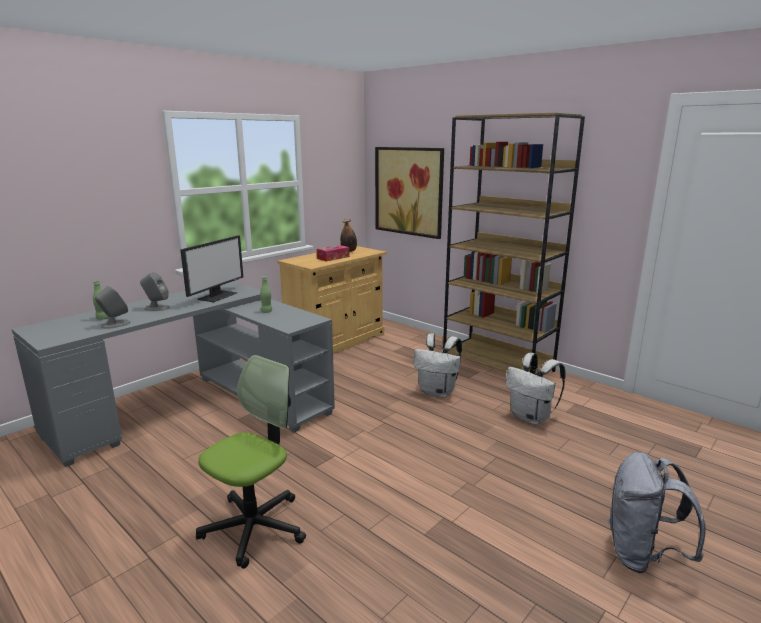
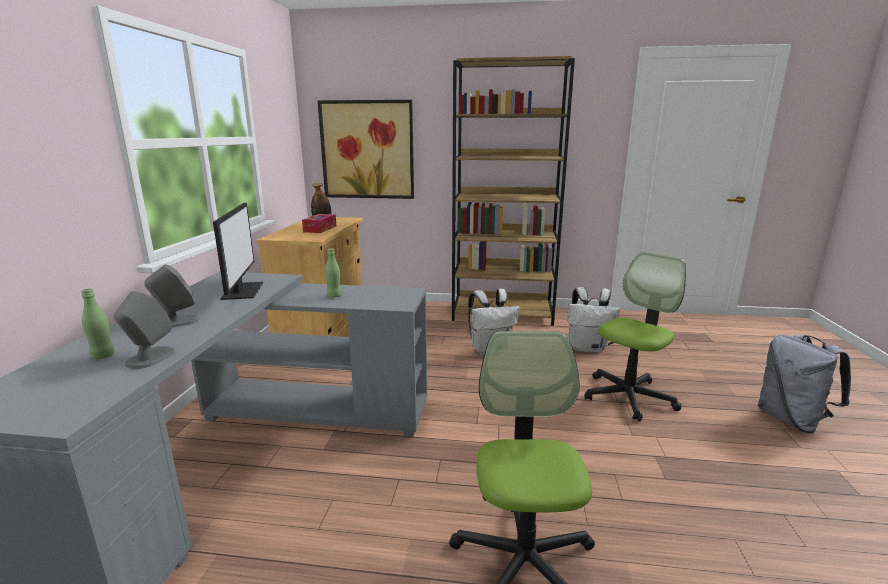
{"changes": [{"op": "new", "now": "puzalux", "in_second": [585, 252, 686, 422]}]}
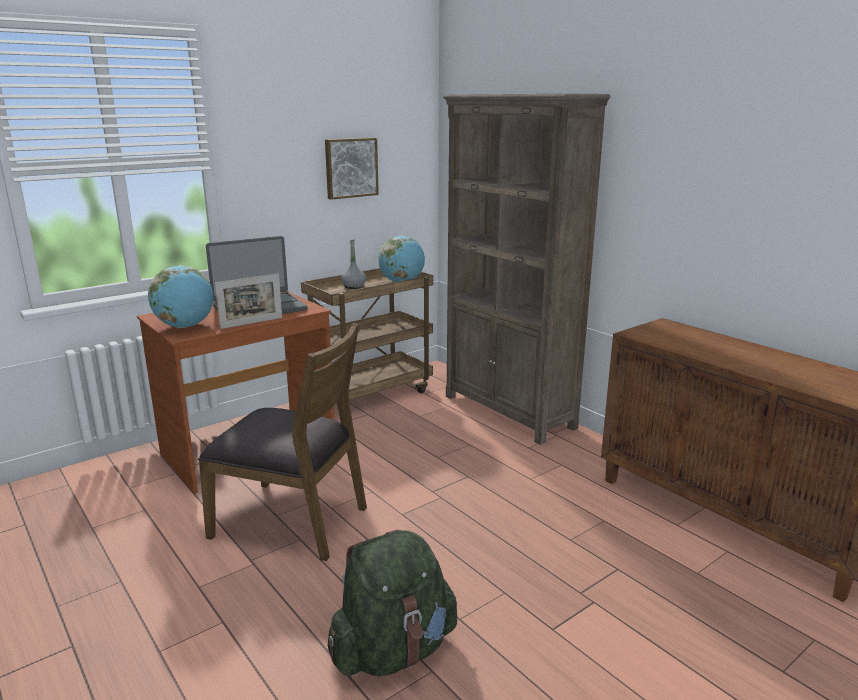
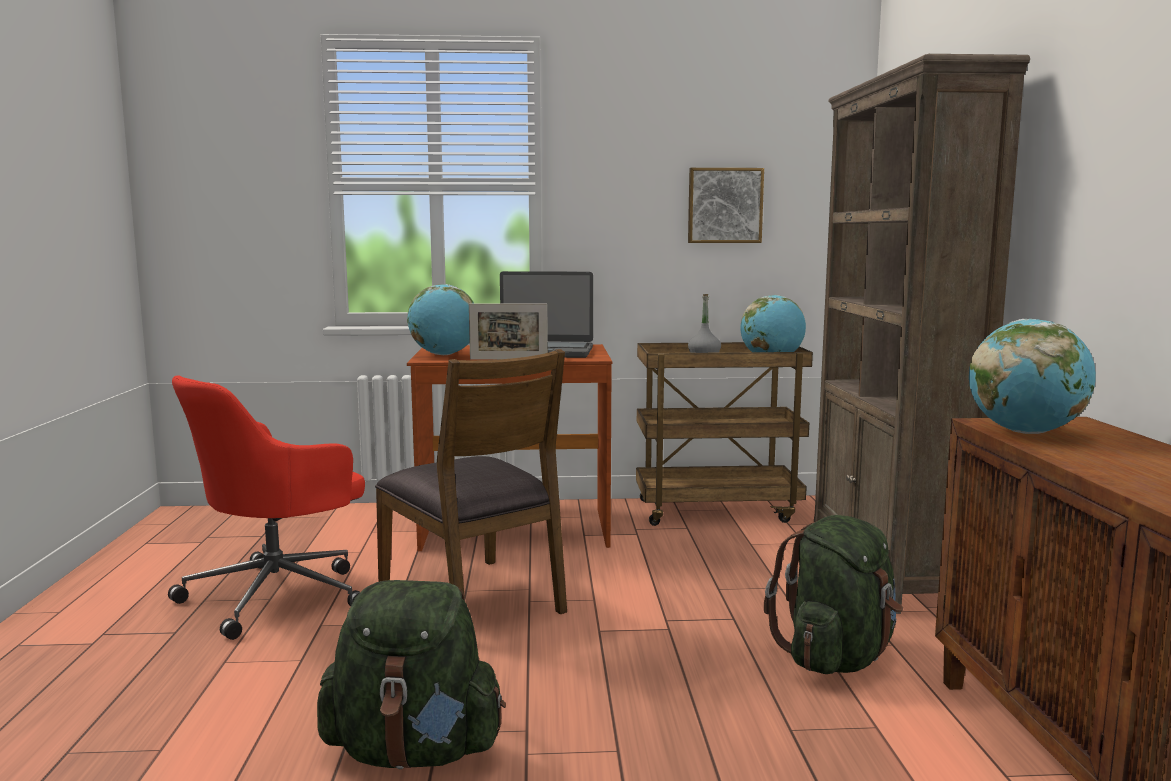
{"changes": [{"op": "new", "now": "puzalux (red)", "in_second": [168, 375, 365, 640]}, {"op": "new", "now": "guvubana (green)", "in_second": [764, 515, 903, 674]}, {"op": "new", "now": "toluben", "in_second": [969, 319, 1096, 434]}]}
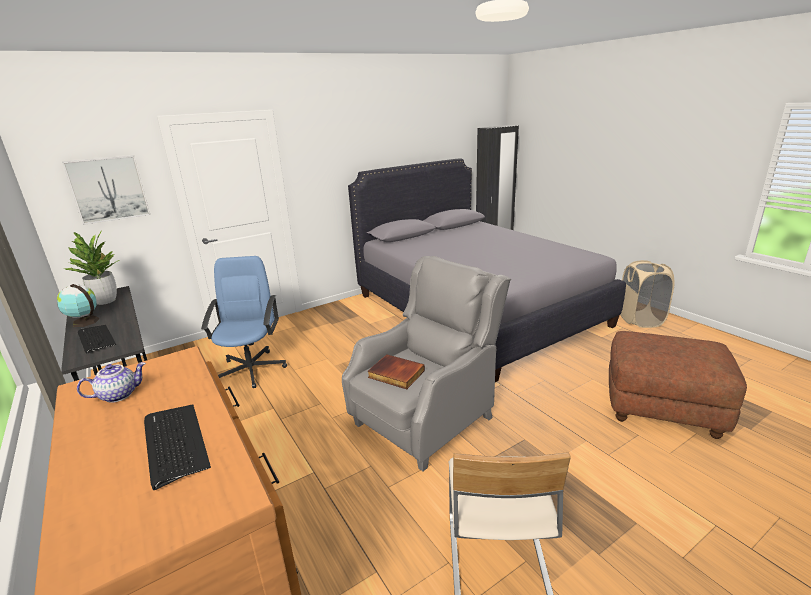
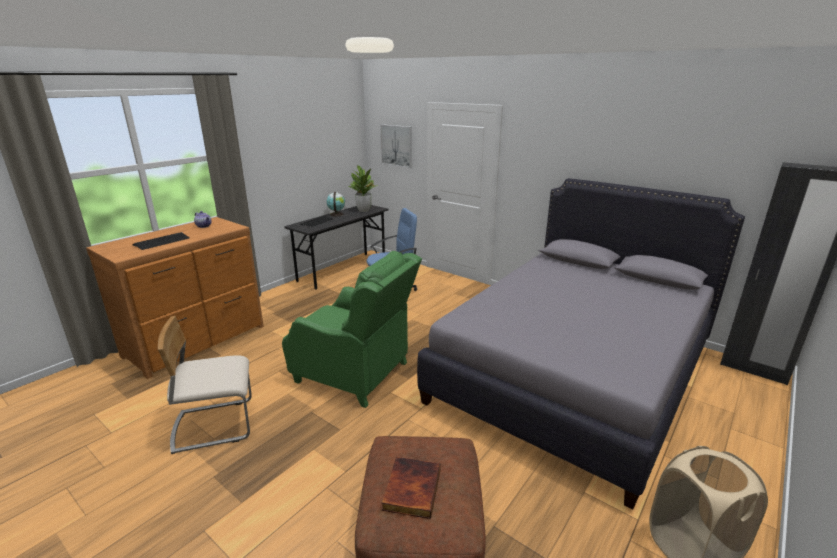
{"changes": [{"op": "repainted", "was": "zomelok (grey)", "now": "zomelok (green)", "in_first": [342, 256, 511, 471], "in_second": [282, 251, 422, 408]}, {"op": "shifted", "was": "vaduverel", "in_first": [367, 355, 425, 389], "in_second": [381, 457, 441, 519]}]}
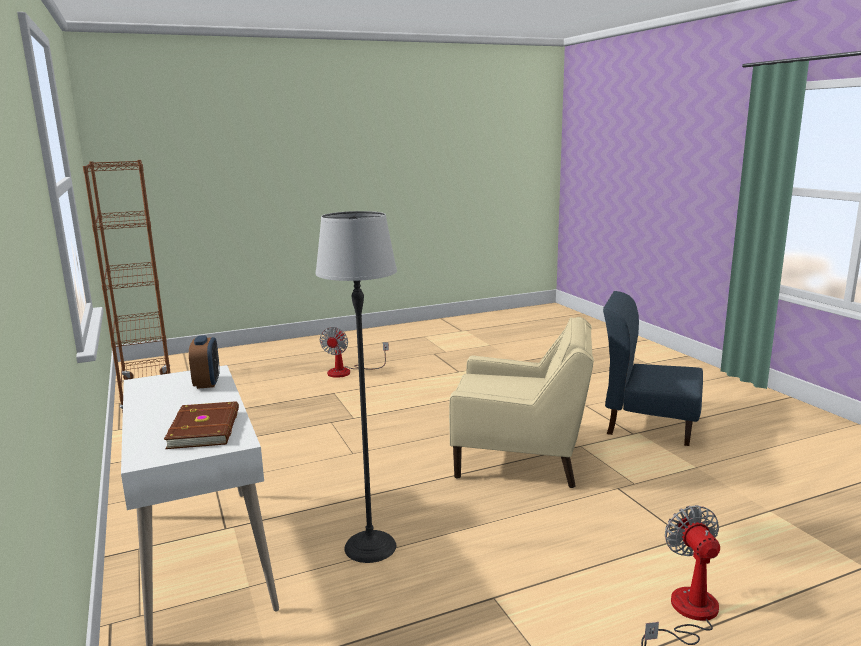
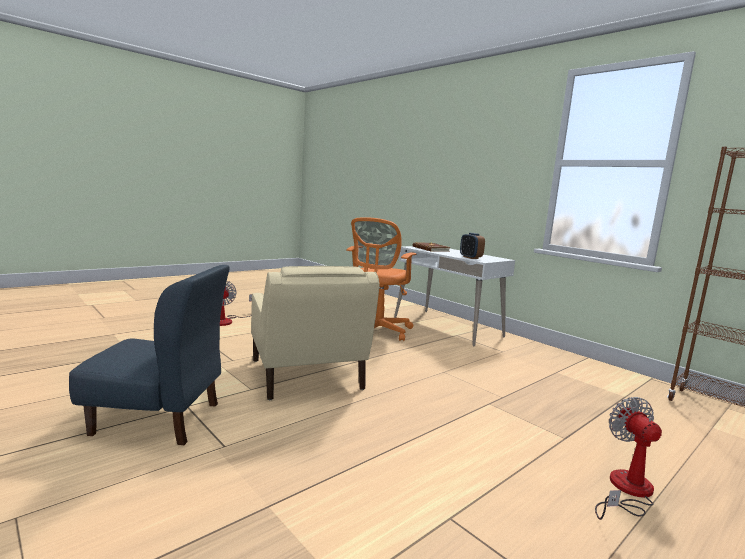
{"changes": [{"op": "swapped", "was": "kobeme", "now": "puzalux (orange)", "in_first": [316, 211, 397, 563], "in_second": [346, 217, 417, 341]}, {"op": "rotated", "was": "zomelok (beige)", "in_first": [449, 317, 594, 488], "in_second": [251, 266, 380, 400], "clockwise": -105}]}
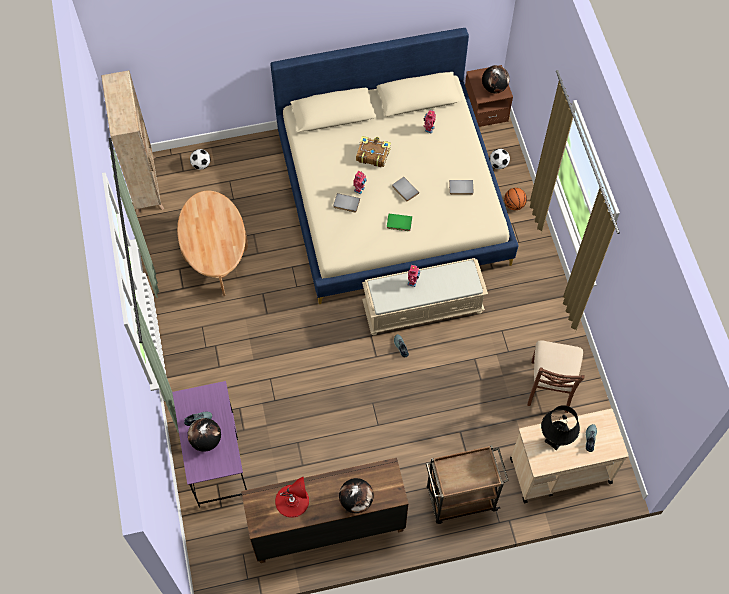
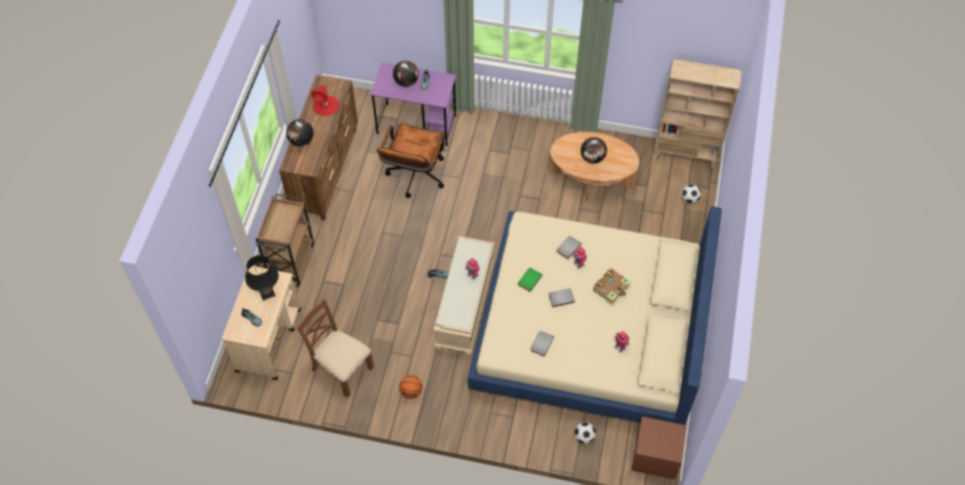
{"changes": [{"op": "shifted", "was": "toluben", "in_first": [482, 65, 510, 93], "in_second": [581, 137, 607, 163]}, {"op": "shifted", "was": "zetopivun", "in_first": [504, 188, 527, 210], "in_second": [399, 376, 422, 399]}, {"op": "new", "now": "puzalux (brown)", "in_second": [377, 123, 445, 198]}]}
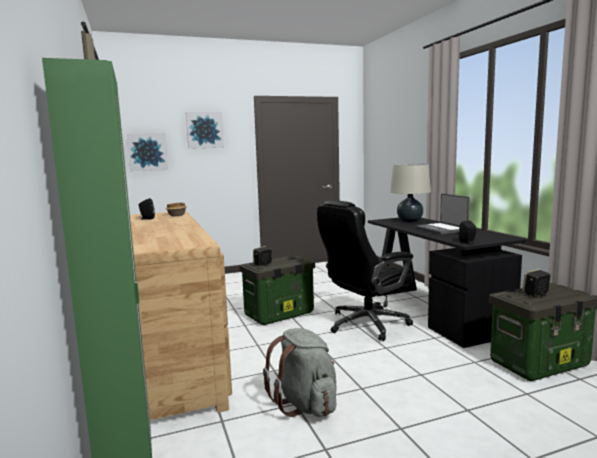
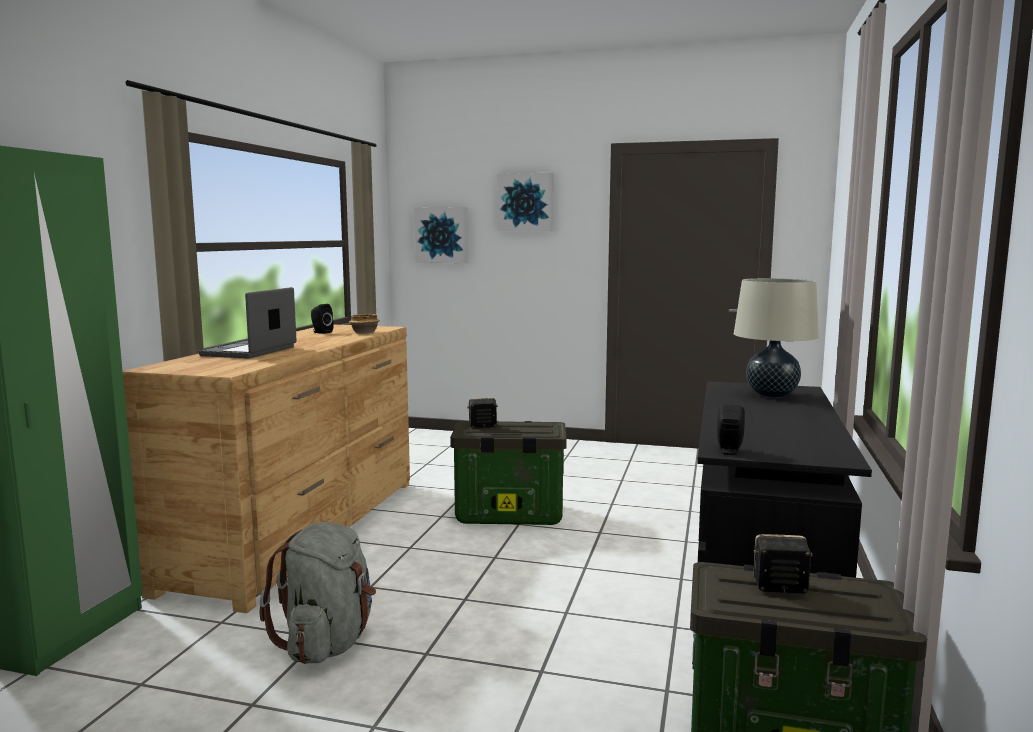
{"changes": [{"op": "gone", "was": "puzalux (black)", "in_first": [317, 200, 413, 341]}, {"op": "shifted", "was": "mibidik", "in_first": [415, 194, 470, 235], "in_second": [199, 287, 297, 359]}]}
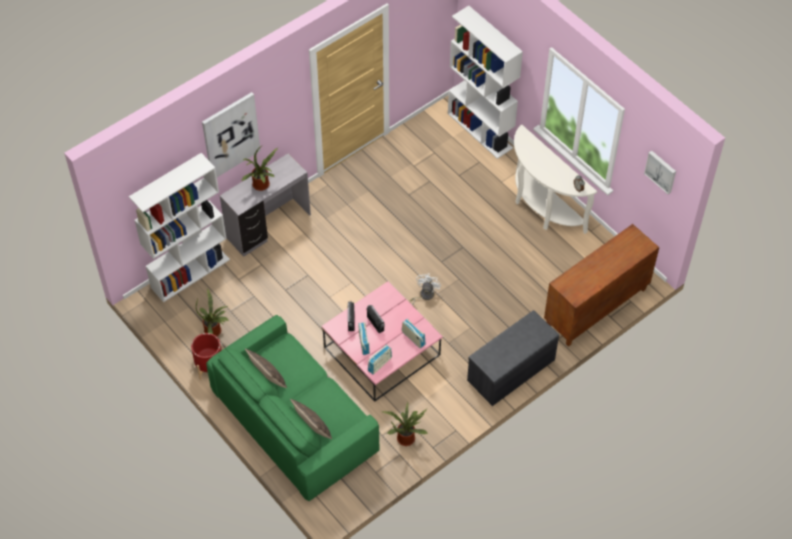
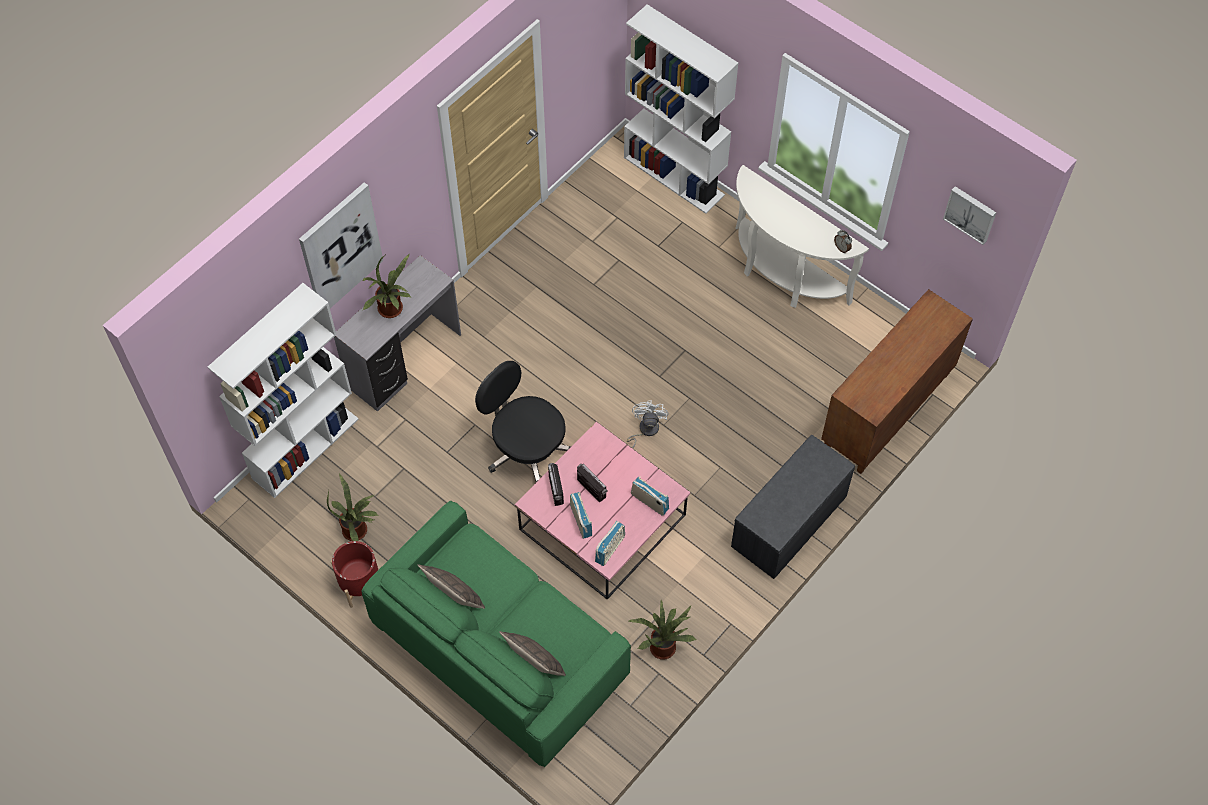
{"changes": [{"op": "new", "now": "puzalux (black)", "in_second": [475, 361, 571, 482]}]}
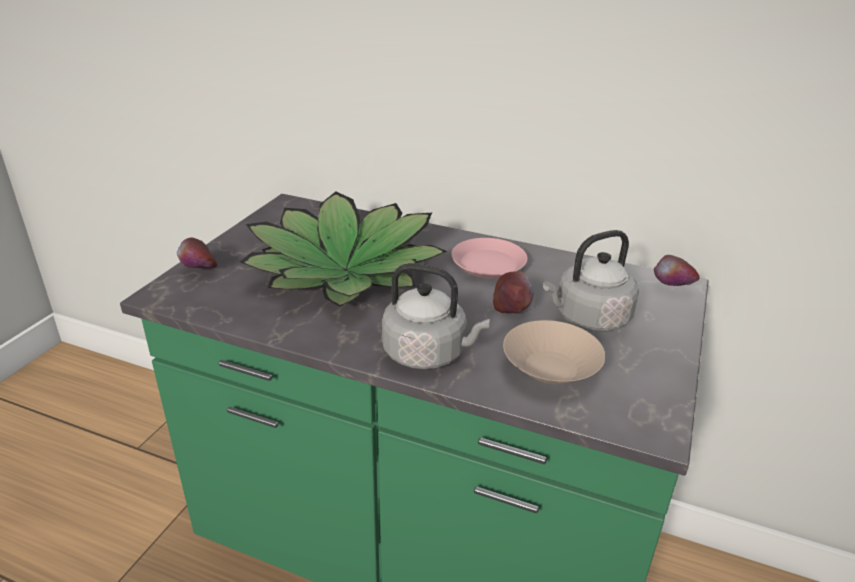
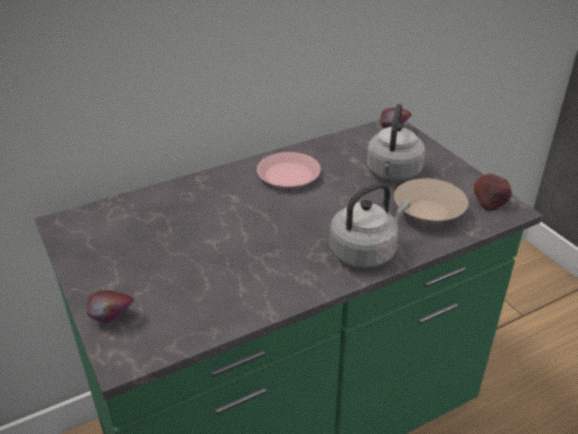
{"changes": [{"op": "gone", "was": "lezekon", "in_first": [240, 191, 447, 307]}, {"op": "shifted", "was": "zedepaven", "in_first": [493, 272, 534, 314], "in_second": [474, 173, 512, 211]}]}
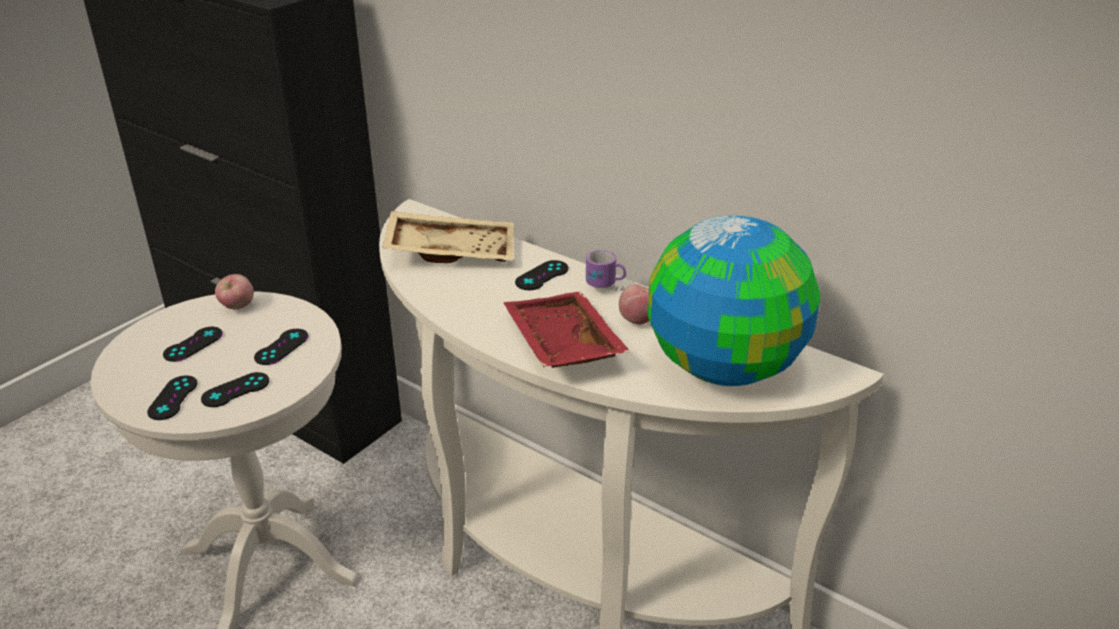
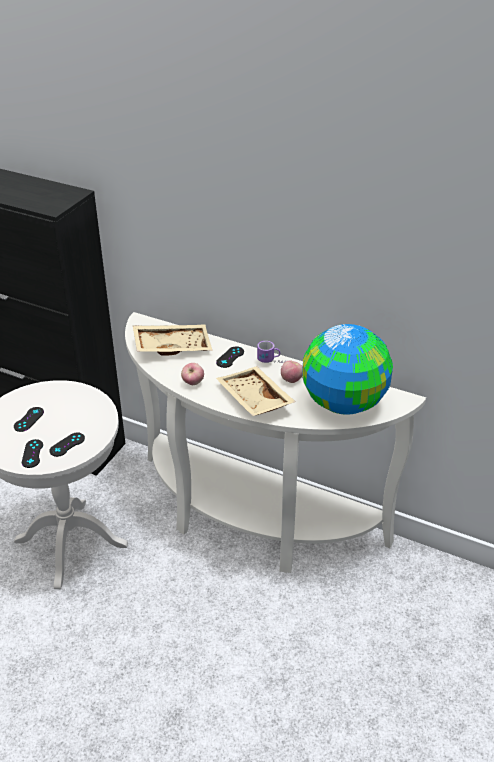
{"changes": [{"op": "shifted", "was": "zedepaven", "in_first": [215, 274, 254, 310], "in_second": [181, 363, 204, 385]}, {"op": "gone", "was": "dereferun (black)", "in_first": [254, 329, 308, 365]}, {"op": "repainted", "was": "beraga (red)", "now": "beraga (beige)", "in_first": [503, 291, 631, 368], "in_second": [216, 366, 296, 416]}]}
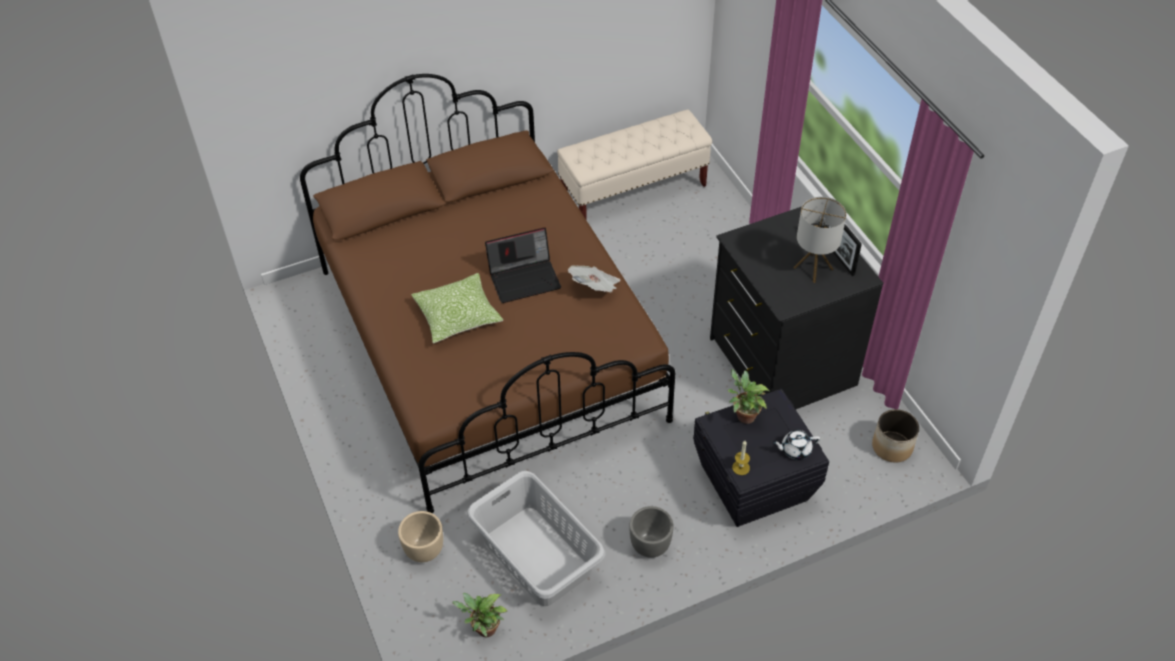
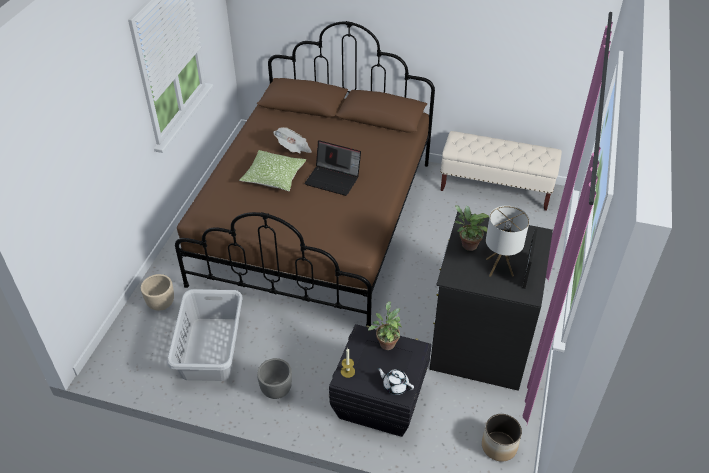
{"changes": [{"op": "shifted", "was": "lezekon", "in_first": [452, 593, 508, 637], "in_second": [455, 205, 490, 251]}, {"op": "shifted", "was": "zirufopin", "in_first": [568, 266, 621, 293], "in_second": [273, 127, 312, 153]}]}
